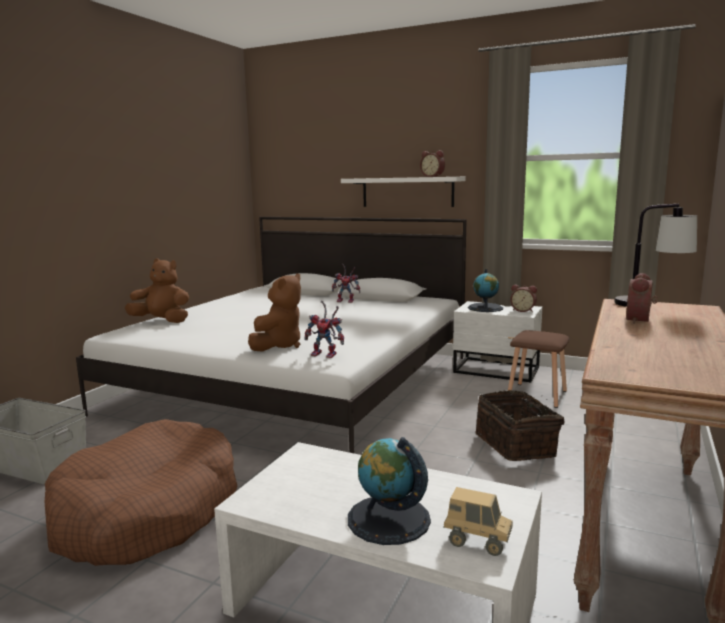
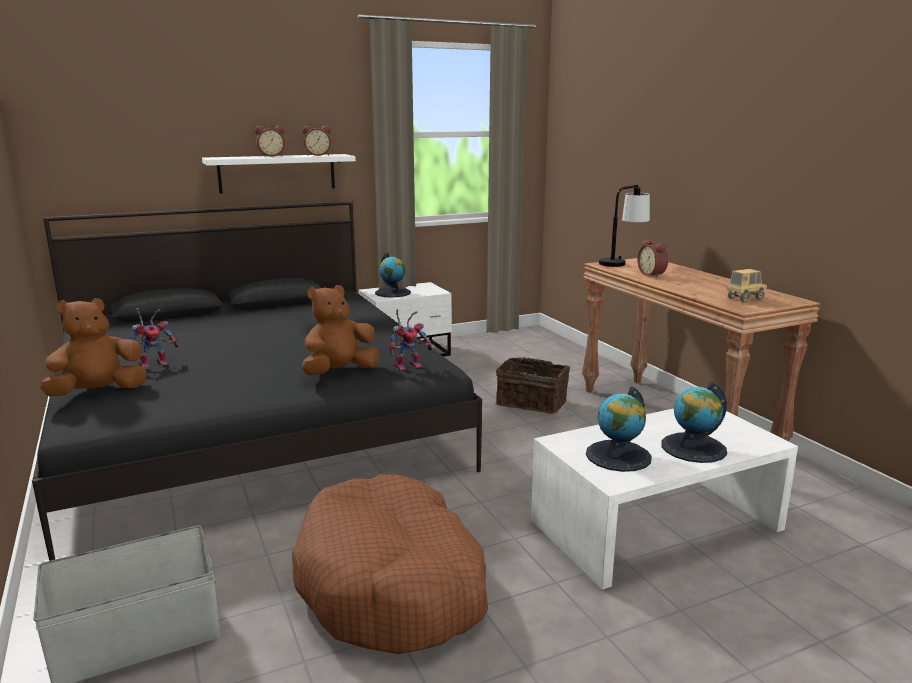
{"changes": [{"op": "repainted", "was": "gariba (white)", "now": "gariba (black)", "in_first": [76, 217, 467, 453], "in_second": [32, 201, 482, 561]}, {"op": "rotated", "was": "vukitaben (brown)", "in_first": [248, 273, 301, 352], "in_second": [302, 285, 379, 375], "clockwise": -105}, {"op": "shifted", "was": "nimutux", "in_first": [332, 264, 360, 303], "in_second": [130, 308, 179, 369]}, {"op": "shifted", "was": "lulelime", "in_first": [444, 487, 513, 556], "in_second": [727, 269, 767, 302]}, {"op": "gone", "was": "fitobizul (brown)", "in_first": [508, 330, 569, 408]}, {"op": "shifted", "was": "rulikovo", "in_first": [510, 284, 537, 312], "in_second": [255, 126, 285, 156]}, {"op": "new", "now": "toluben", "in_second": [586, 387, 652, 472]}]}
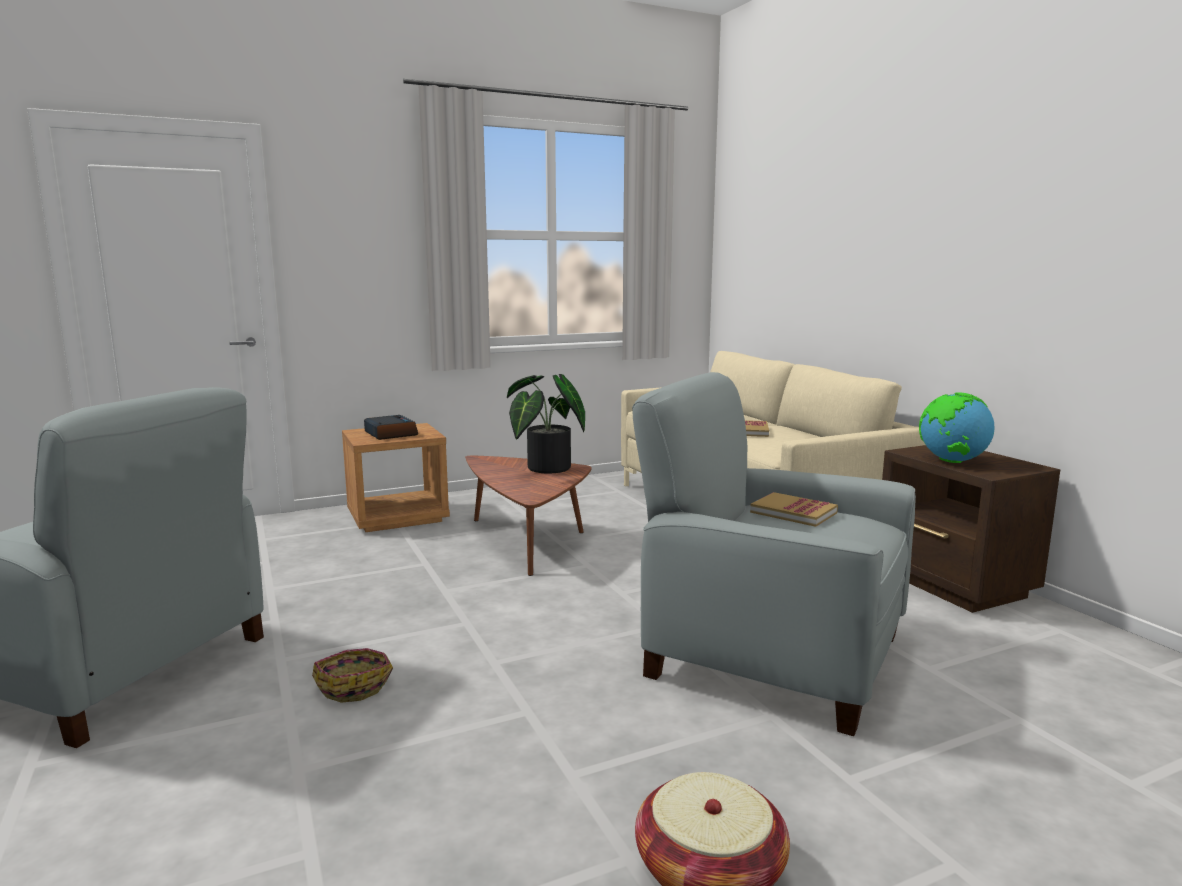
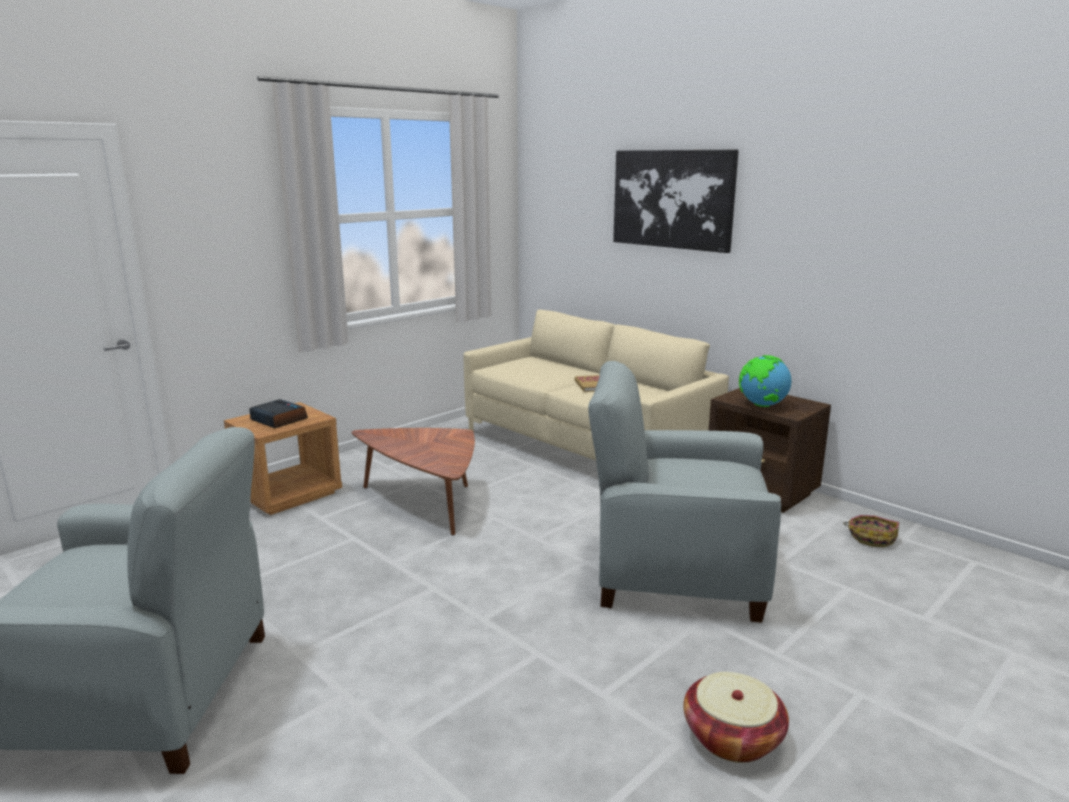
{"changes": [{"op": "shifted", "was": "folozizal", "in_first": [312, 648, 393, 703], "in_second": [843, 515, 899, 547]}, {"op": "gone", "was": "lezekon", "in_first": [507, 374, 585, 473]}, {"op": "gone", "was": "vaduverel", "in_first": [750, 492, 838, 527]}, {"op": "new", "now": "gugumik", "in_second": [613, 150, 739, 253]}]}
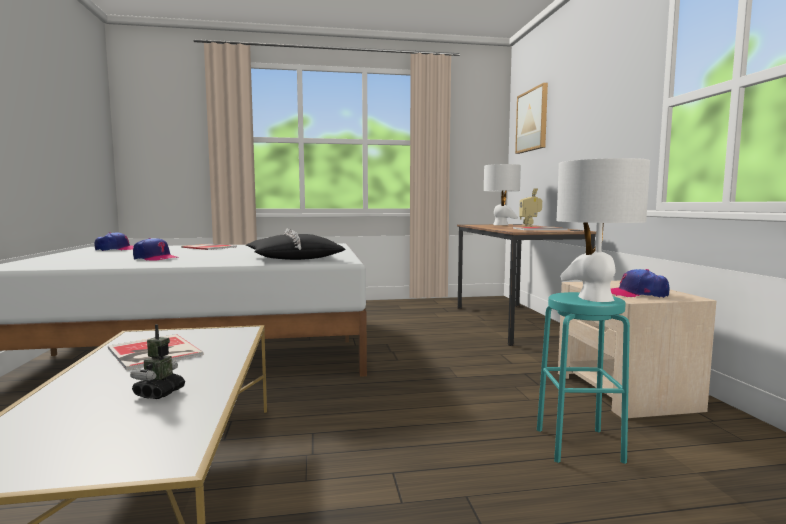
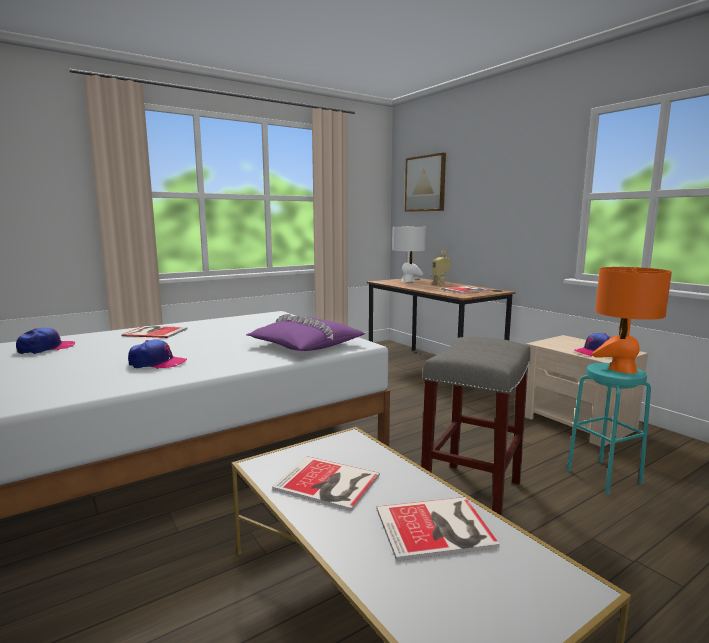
{"changes": [{"op": "swapped", "was": "nimutux", "now": "vaduverel", "in_first": [130, 324, 185, 399], "in_second": [376, 497, 500, 561]}, {"op": "repainted", "was": "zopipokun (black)", "now": "zopipokun (purple)", "in_first": [246, 228, 345, 260], "in_second": [246, 314, 366, 351]}, {"op": "repainted", "was": "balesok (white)", "now": "balesok (orange)", "in_first": [557, 158, 650, 302], "in_second": [593, 267, 672, 374]}, {"op": "new", "now": "fitobizul (grey)", "in_second": [421, 337, 531, 516]}]}
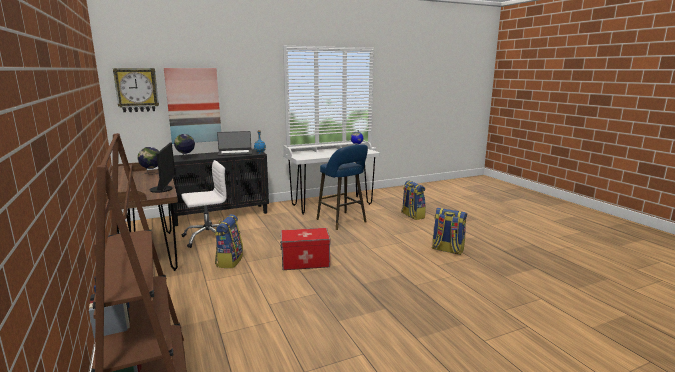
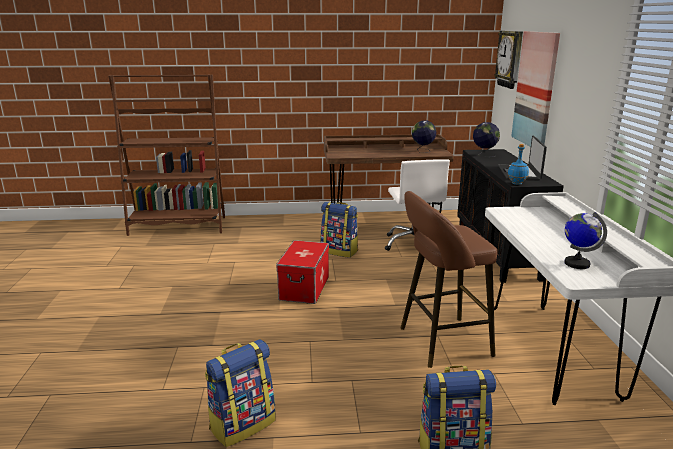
{"changes": [{"op": "gone", "was": "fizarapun", "in_first": [149, 142, 175, 193]}, {"op": "repainted", "was": "fitobizul (blue)", "now": "fitobizul (brown)", "in_first": [317, 144, 368, 230], "in_second": [401, 191, 497, 368]}]}
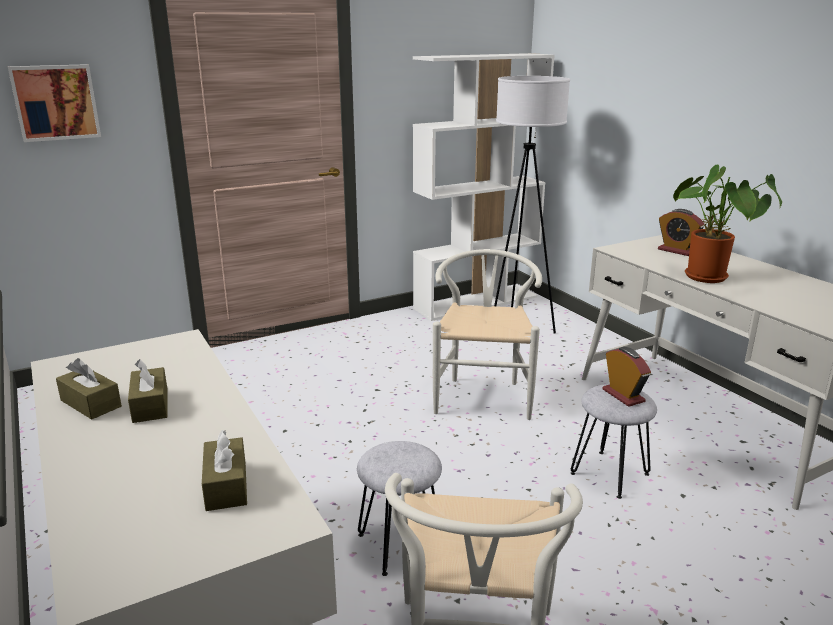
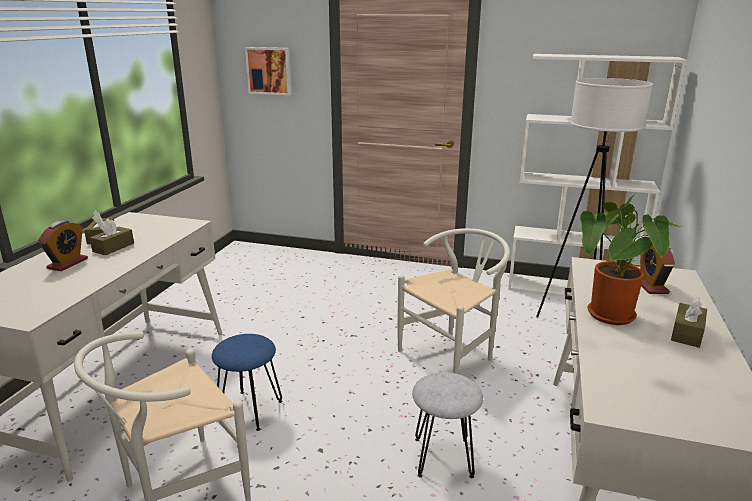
{"changes": [{"op": "shifted", "was": "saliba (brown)", "in_first": [202, 430, 247, 511], "in_second": [671, 297, 707, 348]}, {"op": "repainted", "was": "fitobizul (grey)", "now": "fitobizul (blue)", "in_first": [357, 441, 442, 576], "in_second": [212, 334, 282, 431]}, {"op": "shifted", "was": "rulikovo", "in_first": [602, 347, 651, 407], "in_second": [38, 220, 88, 271]}]}
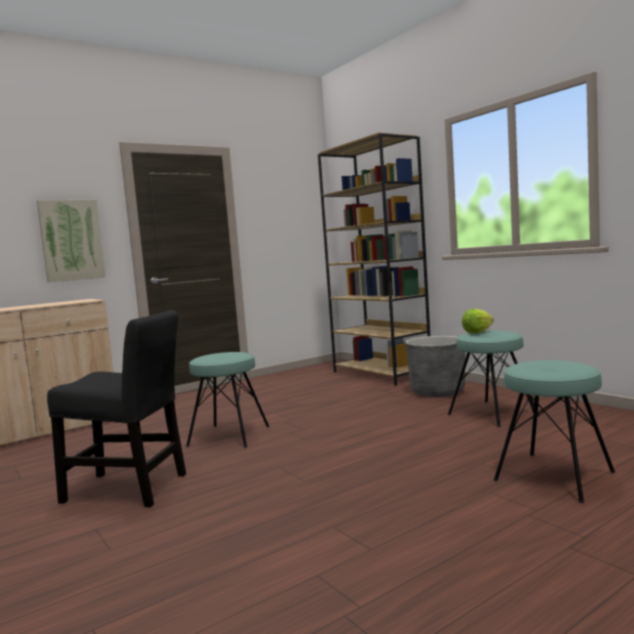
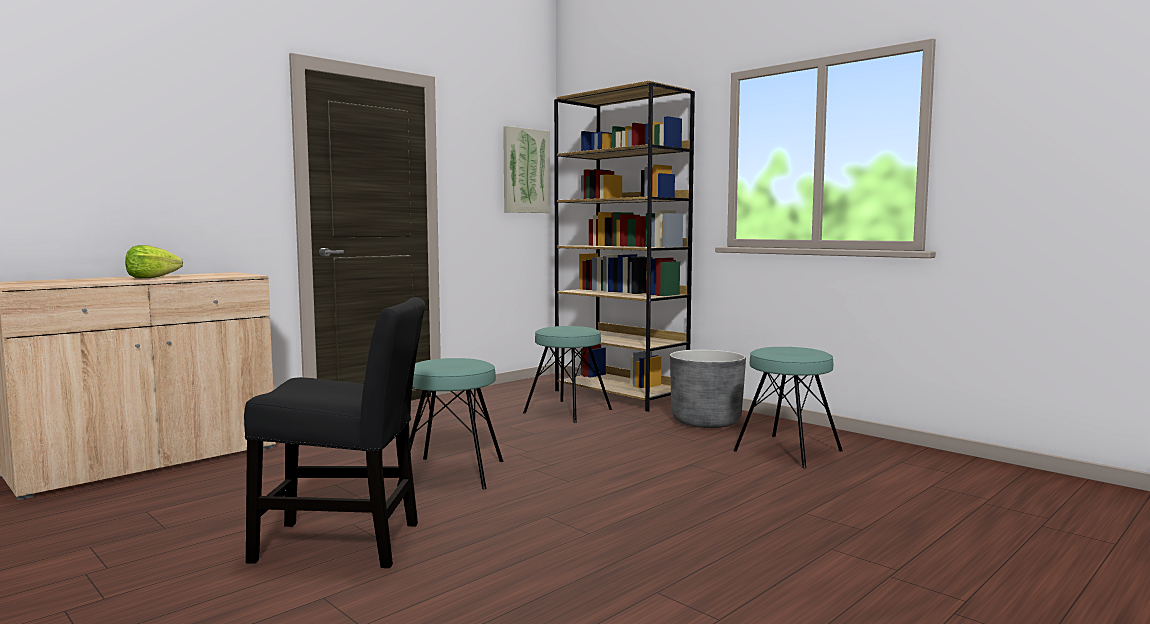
{"changes": [{"op": "shifted", "was": "gugumik", "in_first": [37, 200, 106, 282], "in_second": [503, 126, 550, 213]}, {"op": "shifted", "was": "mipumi", "in_first": [462, 309, 494, 333], "in_second": [125, 245, 183, 278]}, {"op": "shifted", "was": "fitobizul (turquoise)", "in_first": [494, 360, 615, 503], "in_second": [523, 326, 612, 423]}]}
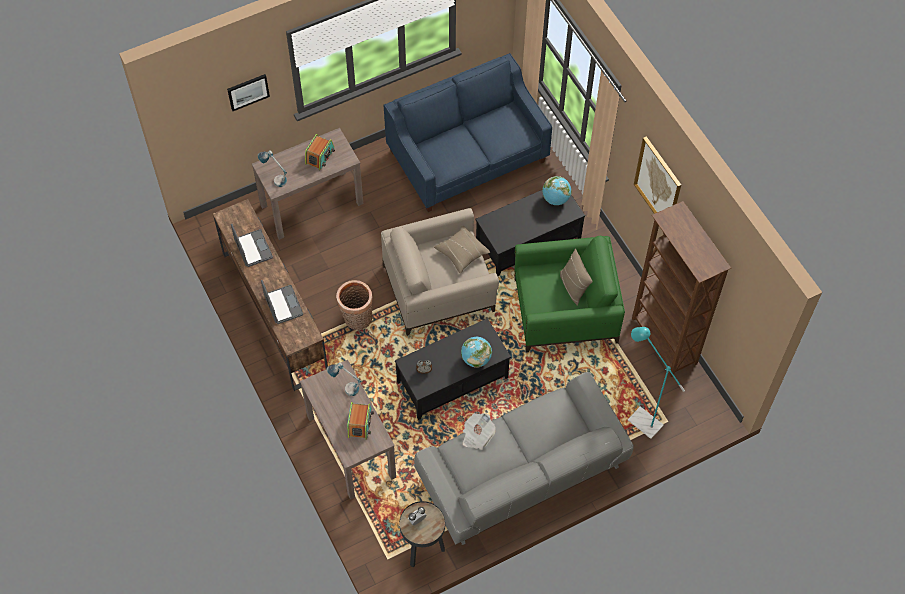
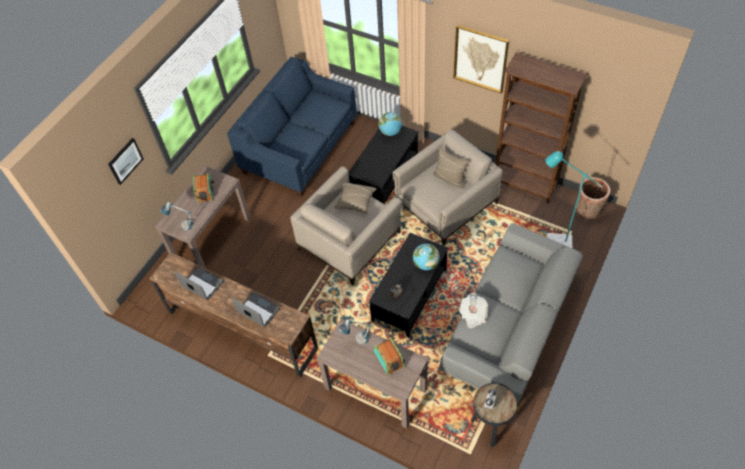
{"changes": [{"op": "shifted", "was": "folozizal", "in_first": [336, 280, 373, 330], "in_second": [575, 177, 610, 221]}, {"op": "repainted", "was": "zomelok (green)", "now": "zomelok (beige)", "in_first": [514, 236, 625, 352], "in_second": [393, 130, 503, 245]}]}
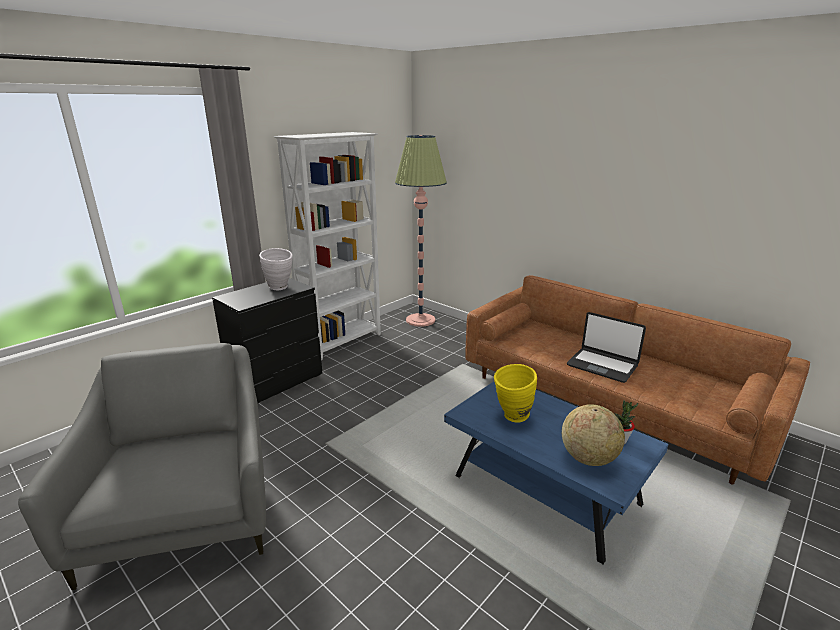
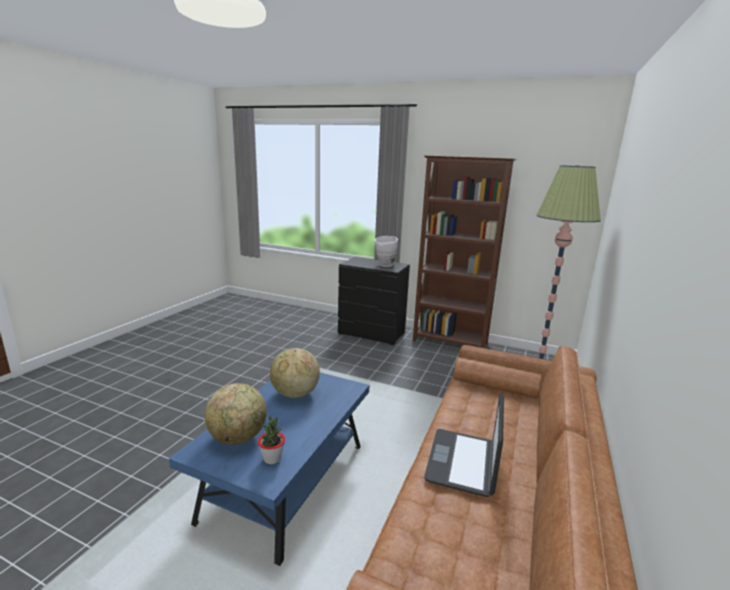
{"changes": [{"op": "gone", "was": "zomelok (grey)", "in_first": [18, 343, 266, 590]}, {"op": "repainted", "was": "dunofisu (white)", "now": "dunofisu (brown)", "in_first": [274, 132, 381, 360], "in_second": [413, 156, 517, 348]}, {"op": "swapped", "was": "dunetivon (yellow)", "now": "toluben", "in_first": [494, 364, 537, 423], "in_second": [270, 348, 320, 398]}]}
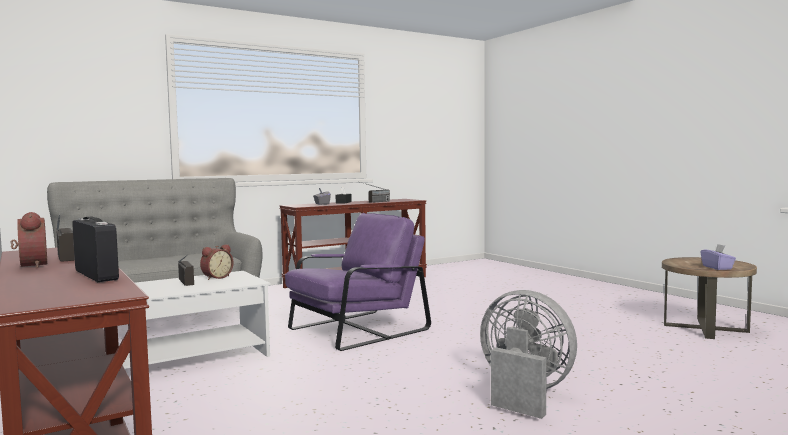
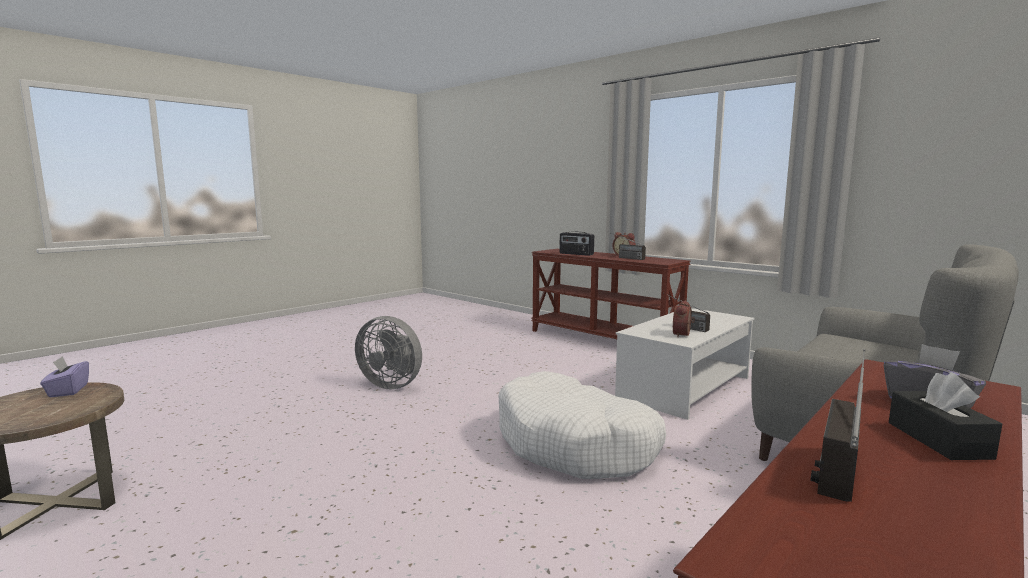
{"changes": [{"op": "swapped", "was": "zomelok (purple)", "now": "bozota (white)", "in_first": [285, 213, 431, 351], "in_second": [499, 371, 666, 479]}]}
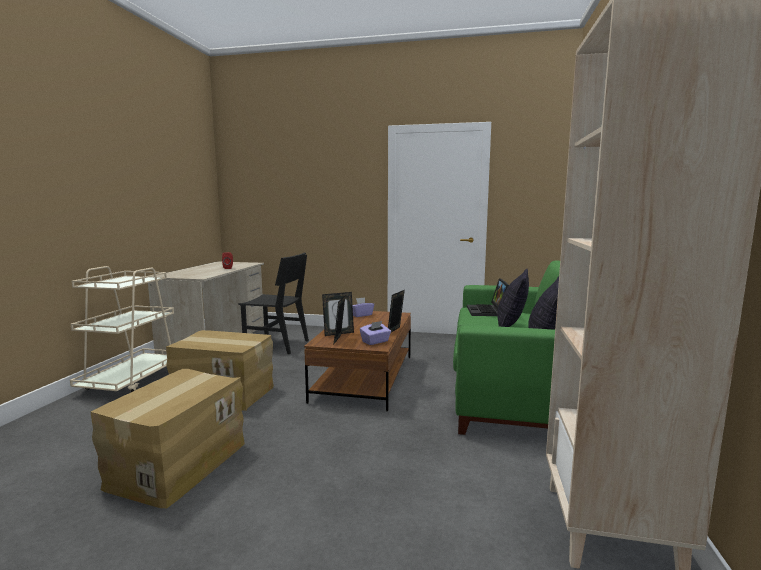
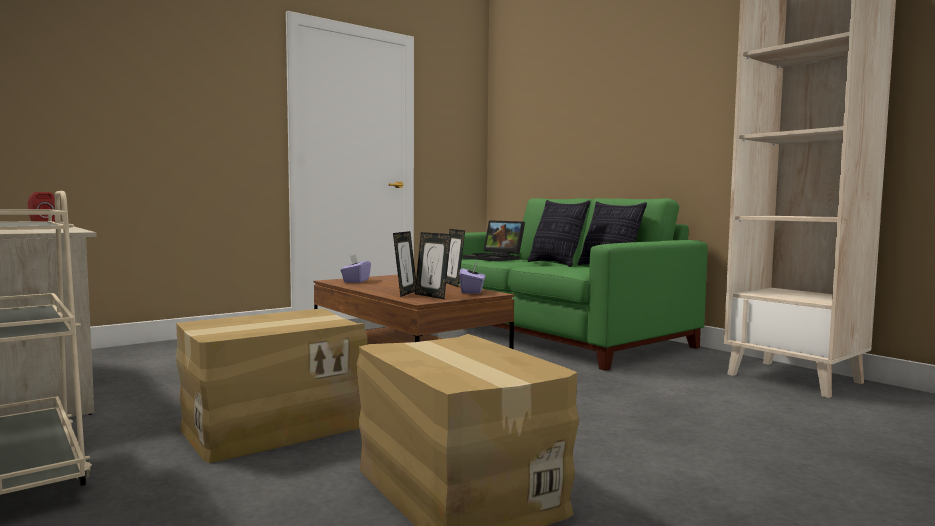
{"changes": [{"op": "gone", "was": "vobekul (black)", "in_first": [239, 253, 309, 354]}]}
